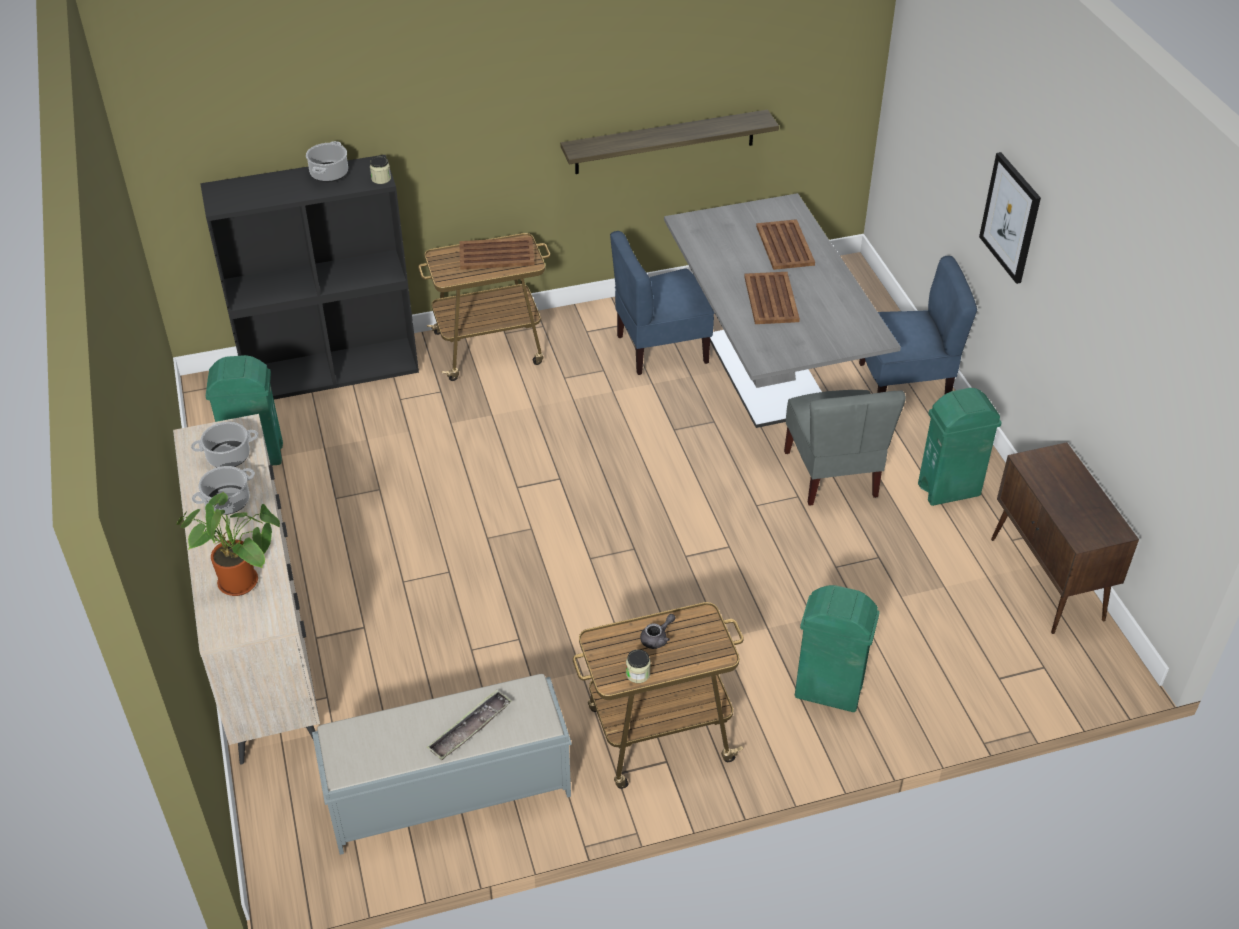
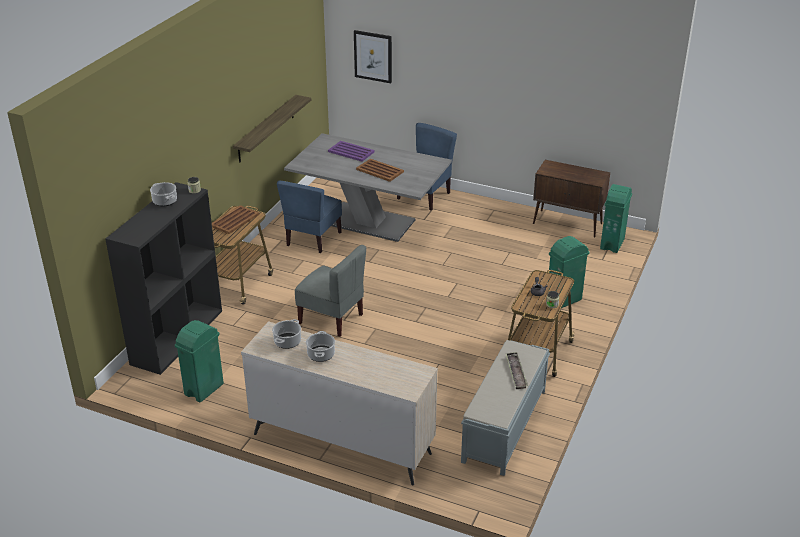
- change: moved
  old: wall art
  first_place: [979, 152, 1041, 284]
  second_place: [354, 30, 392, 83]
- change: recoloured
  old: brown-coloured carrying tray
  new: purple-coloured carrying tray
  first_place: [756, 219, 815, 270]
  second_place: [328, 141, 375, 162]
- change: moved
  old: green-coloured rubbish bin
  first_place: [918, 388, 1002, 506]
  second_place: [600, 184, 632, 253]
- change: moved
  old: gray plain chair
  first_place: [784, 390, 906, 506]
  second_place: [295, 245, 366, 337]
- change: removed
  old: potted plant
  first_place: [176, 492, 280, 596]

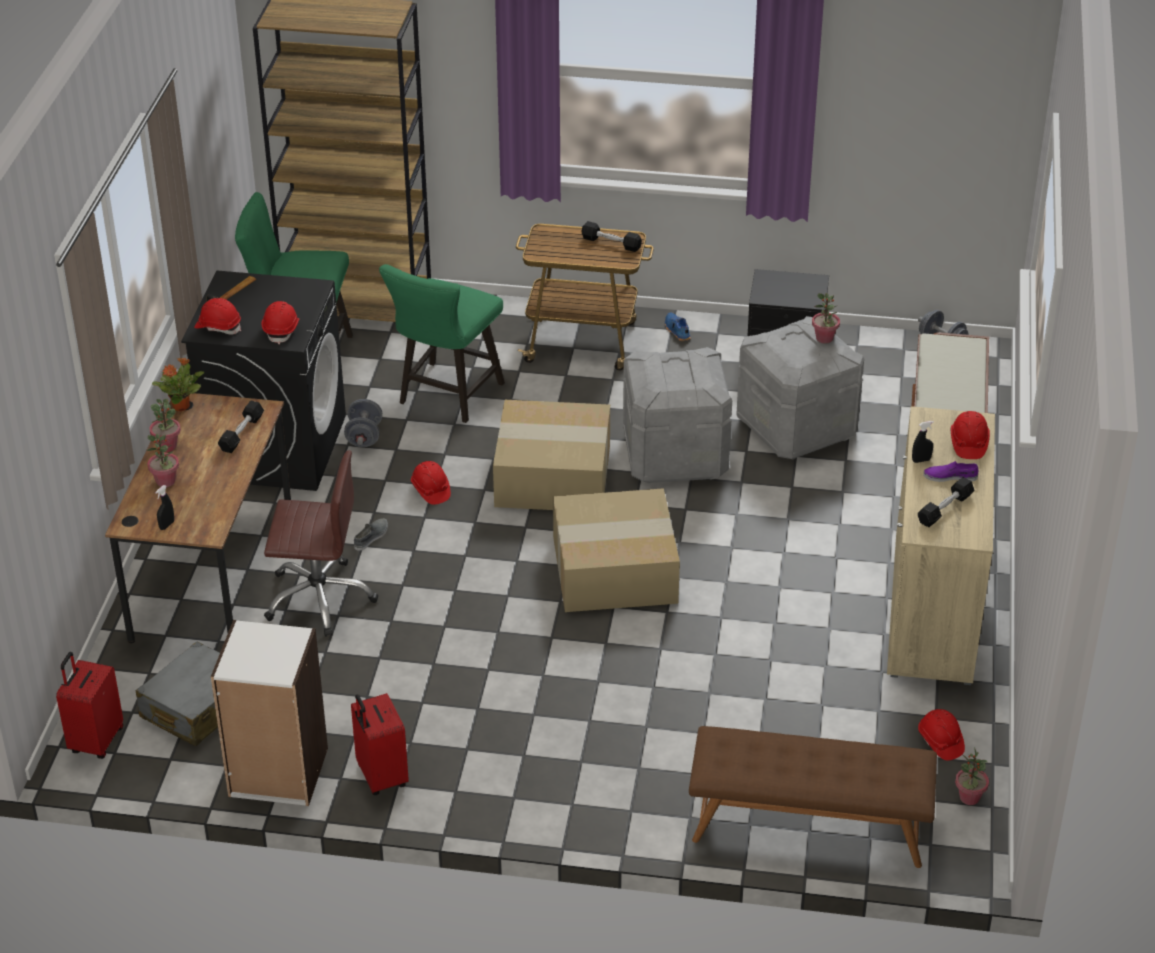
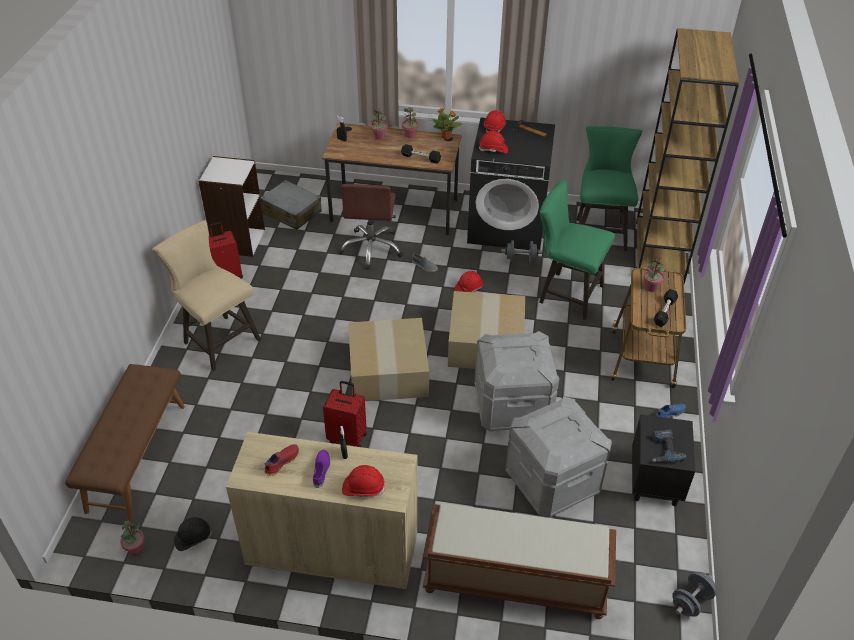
- change: moved
  old: potted plant
  first_place: [812, 293, 840, 343]
  second_place: [644, 256, 665, 292]
- change: replaced
  old: black dumbbell
  new: red-coloured shoe
  first_place: [918, 477, 975, 527]
  second_place: [265, 444, 299, 476]
- change: moved
  old: red-coloured travel case
  first_place: [56, 652, 123, 759]
  second_place: [323, 381, 367, 447]
- change: recoloured
  old: red-coloured hard hat
  new: black hard hat
  first_place: [918, 709, 965, 761]
  second_place: [174, 517, 212, 551]
- change: added
  new: sand-coloured stool seat
  second_place: [152, 220, 261, 371]
- change: added
  new: electric drill
  second_place: [652, 429, 687, 463]

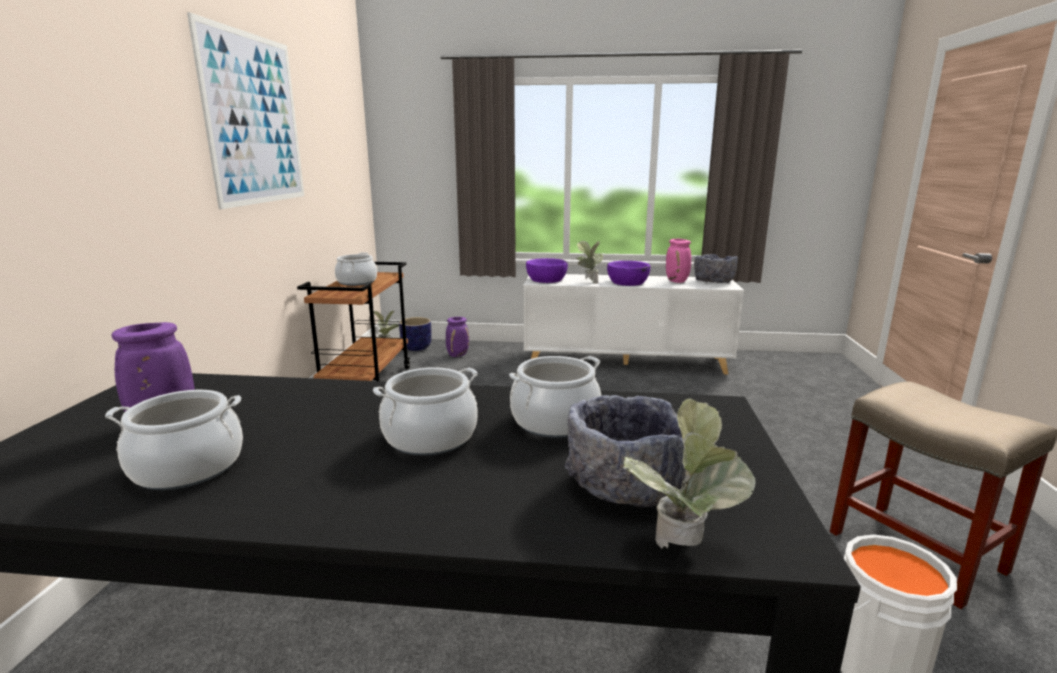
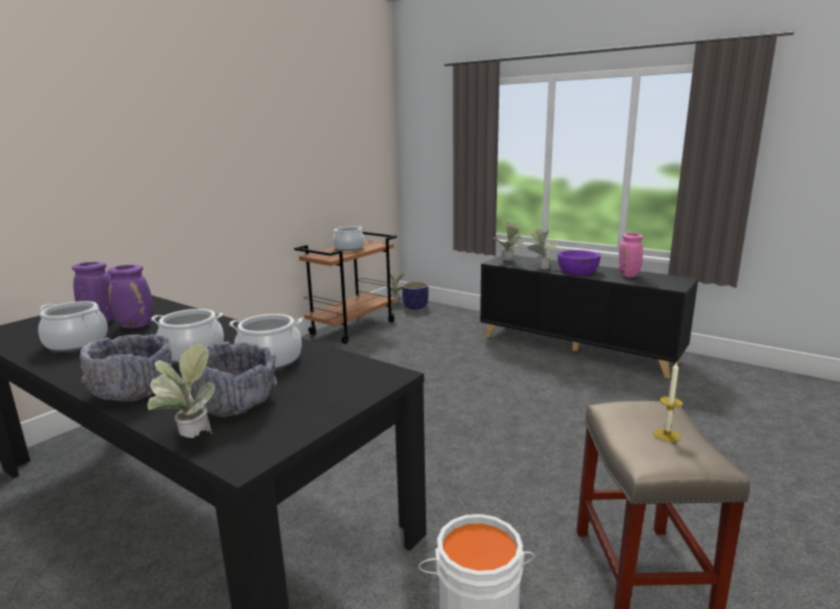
- change: removed
  old: wall art
  first_place: [187, 12, 304, 209]
- change: moved
  old: gray serving bowl
  first_place: [694, 254, 738, 283]
  second_place: [79, 334, 172, 402]
- change: replaced
  old: purple-coloured serving bowl
  new: potted plant
  first_place: [526, 258, 568, 283]
  second_place: [493, 222, 524, 260]
- change: recoloured
  old: whitish storage cabinet
  new: black storage cabinet
  first_place: [524, 274, 744, 374]
  second_place: [480, 255, 698, 379]
- change: moved
  old: purple-coloured flower vase
  first_place: [446, 317, 469, 357]
  second_place: [107, 265, 153, 328]
- change: added
  new: wax candle
  second_place: [653, 361, 683, 442]

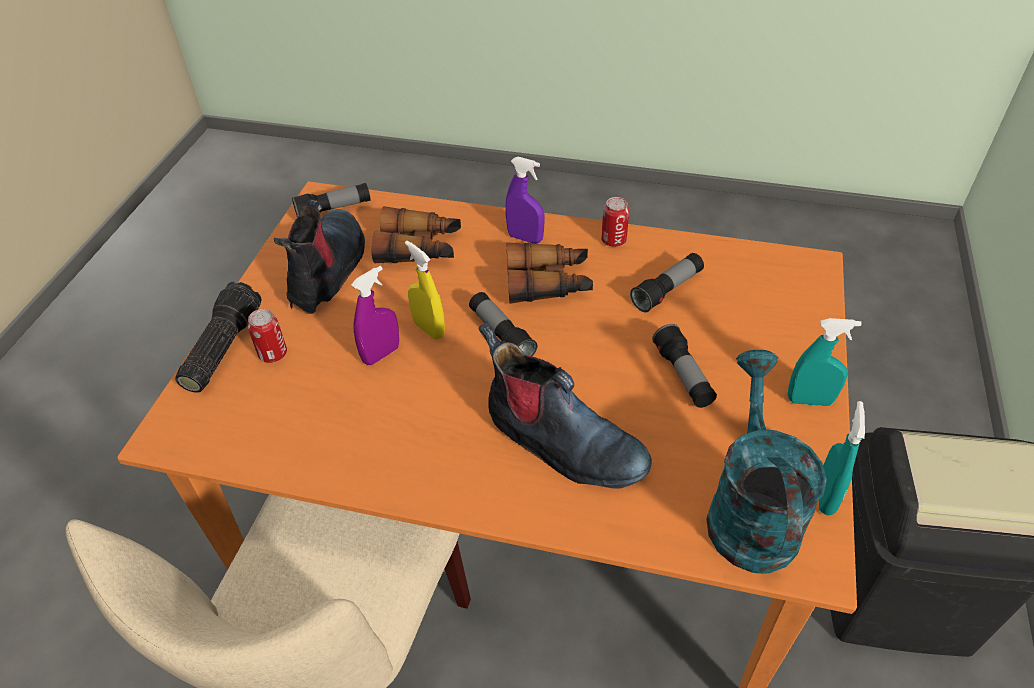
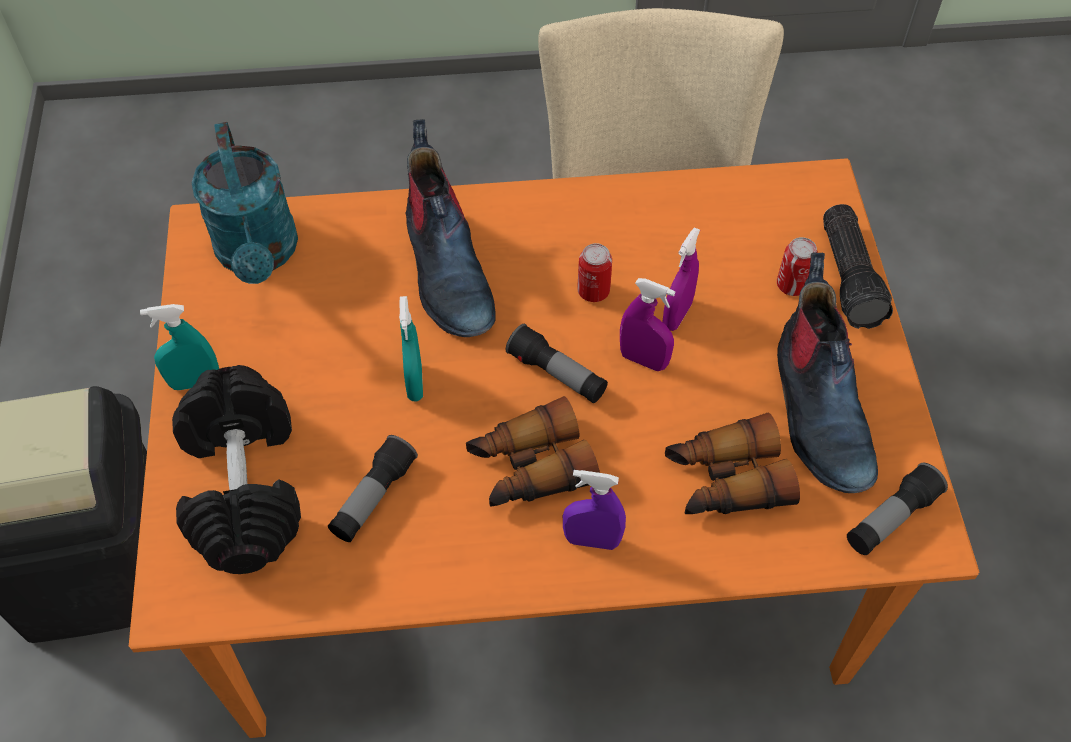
- change: moved
  old: sealed can
  first_place: [601, 197, 629, 247]
  second_place: [577, 243, 612, 302]
- change: recoloured
  old: yellow-coloured hand sprayer
  new: purple-coloured hand sprayer
  first_place: [405, 241, 445, 340]
  second_place: [620, 278, 675, 371]
- change: turned
  old: high-top boot
  first_place: [479, 321, 652, 489]
  second_place: [406, 119, 496, 337]
  degrees: -120
- change: removed
  old: hand torch
  first_place: [652, 324, 717, 408]
- change: moved
  old: turquoise hand sprayer
  first_place: [819, 401, 865, 515]
  second_place: [399, 296, 423, 401]
- change: added
  new: black dumbbell
  second_place: [172, 365, 301, 574]

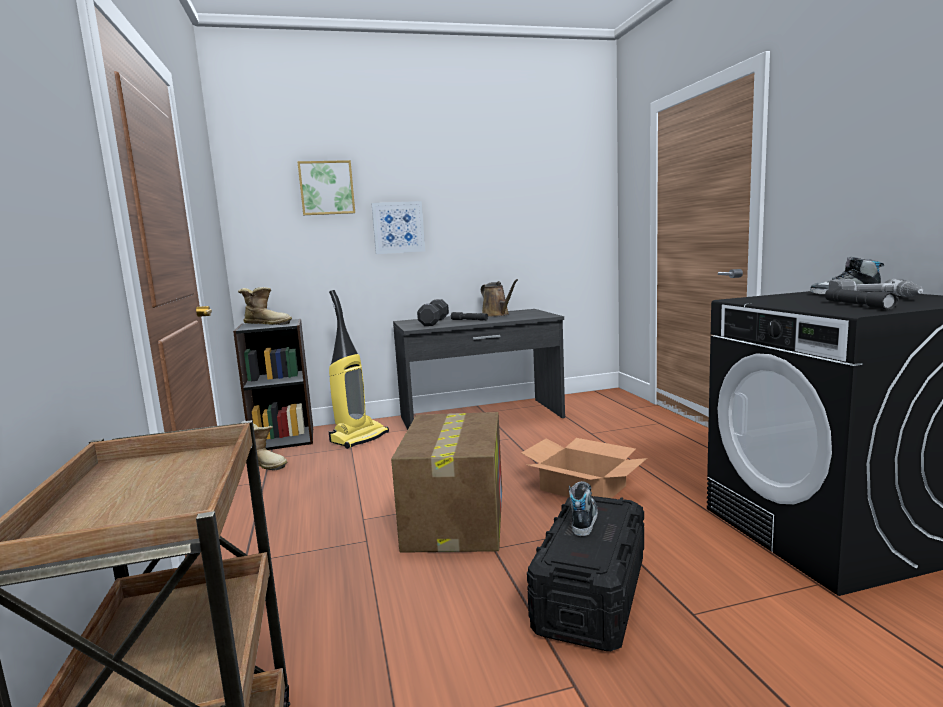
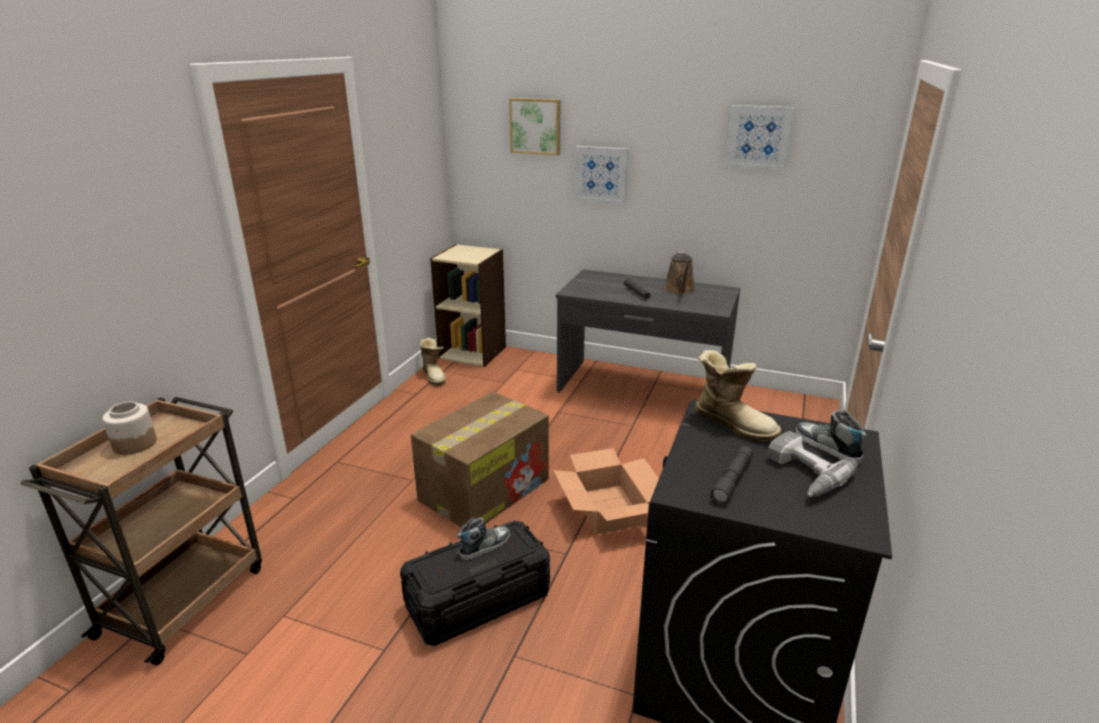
- change: moved
  old: high-top boot
  first_place: [238, 287, 292, 325]
  second_place: [695, 350, 781, 443]
- change: removed
  old: hoover
  first_place: [329, 290, 389, 449]
- change: removed
  old: black dumbbell
  first_place: [417, 299, 449, 326]
- change: recoloured
  old: black bookshelf
  new: sand-coloured bookshelf
  first_place: [233, 319, 313, 450]
  second_place: [430, 244, 506, 367]
- change: added
  new: wall art
  second_place: [726, 105, 794, 170]
- change: added
  new: preserve jar
  second_place: [103, 402, 157, 455]

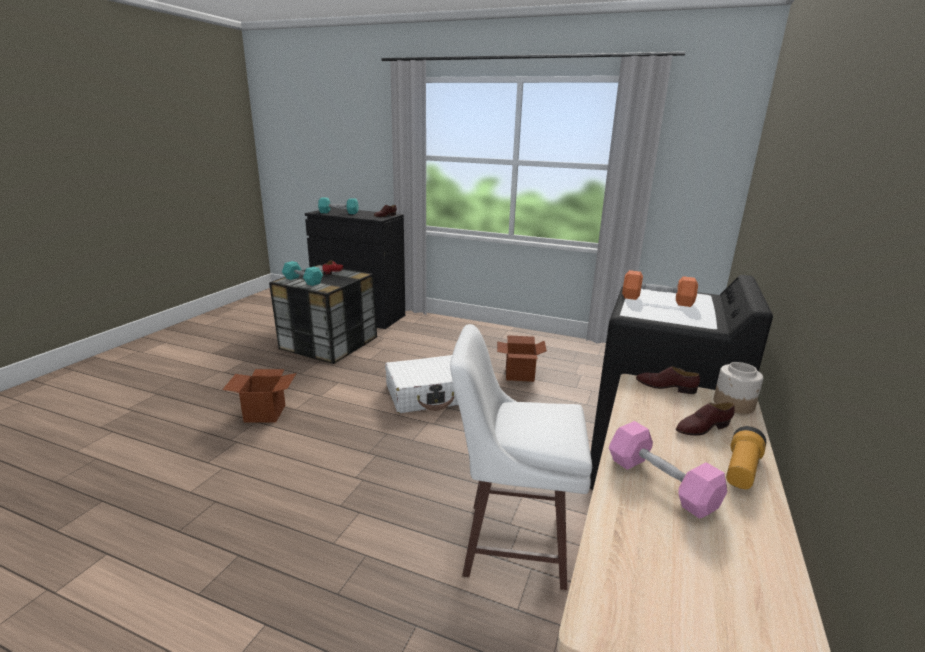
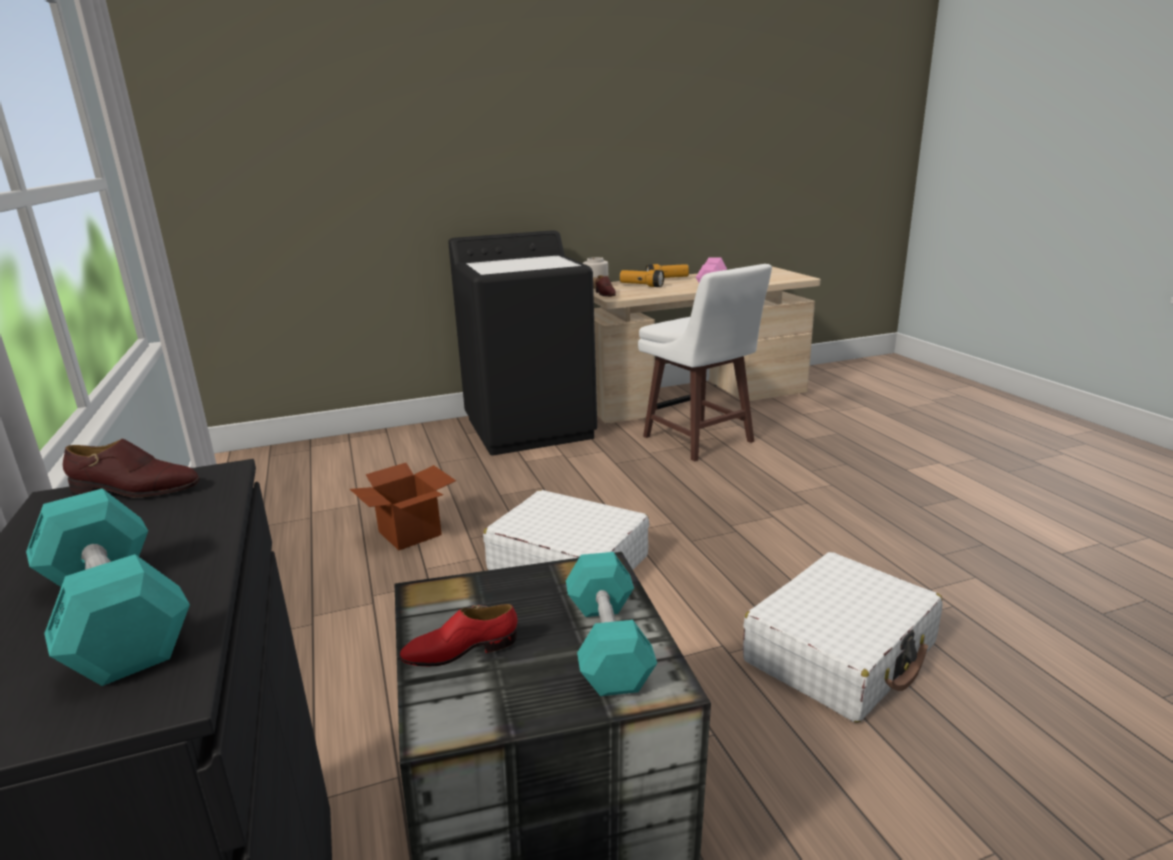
- change: removed
  old: orange-coloured dumbbell
  first_place: [622, 270, 698, 307]
- change: replaced
  old: packing box
  new: whitish travel case
  first_place: [222, 369, 296, 422]
  second_place: [743, 552, 943, 722]
- change: replaced
  old: brown-coloured shoe
  new: hand torch
  first_place: [676, 402, 735, 436]
  second_place: [620, 270, 664, 287]

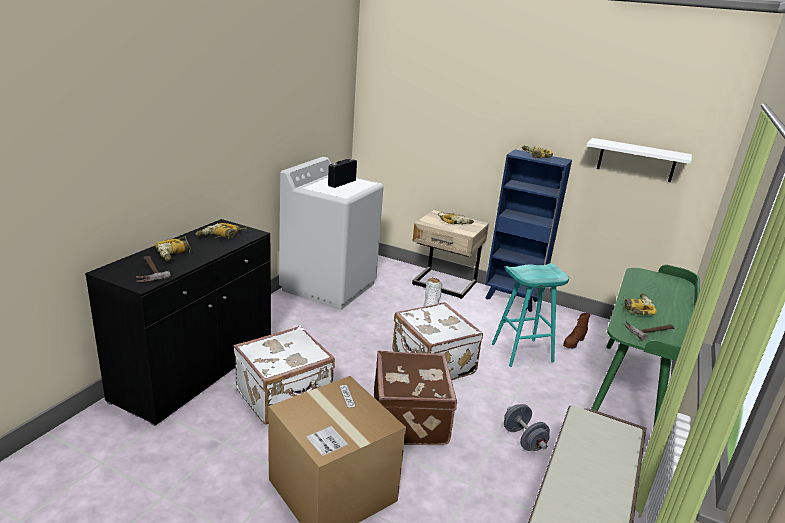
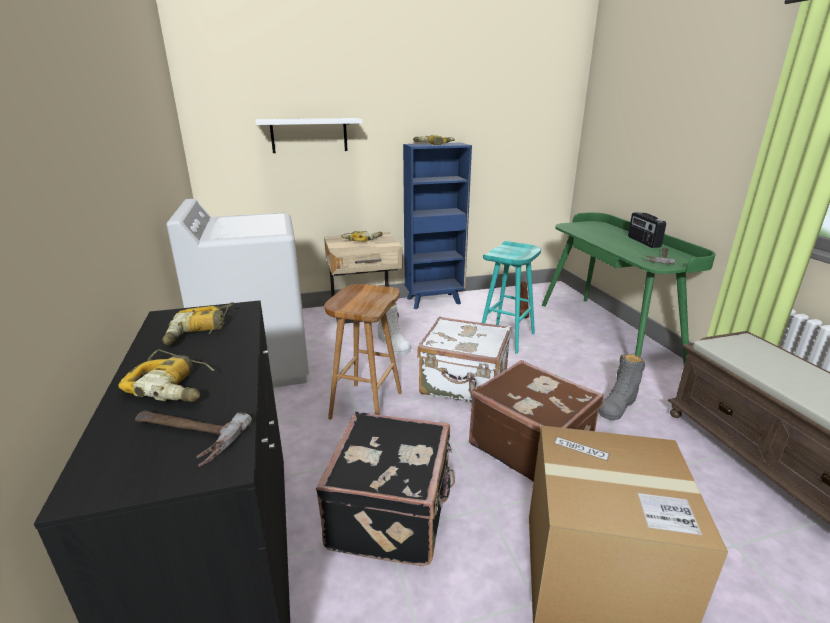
- change: moved
  old: whitish bracket shelf
  first_place: [587, 138, 692, 182]
  second_place: [255, 118, 363, 153]
- change: moved
  old: radio set
  first_place: [328, 159, 357, 188]
  second_place: [628, 212, 666, 248]
- change: removed
  old: electric drill
  first_place: [623, 293, 657, 315]
- change: recoloured
  old: whitish travel case
  new: black travel case
  first_place: [233, 326, 335, 424]
  second_place: [316, 412, 455, 566]
- change: replaced
  old: gray dumbbell
  new: gray high-top boot
  first_place: [504, 404, 550, 451]
  second_place: [598, 354, 645, 420]
- change: added
  new: brown-coloured stool seat
  second_place: [324, 284, 402, 420]

